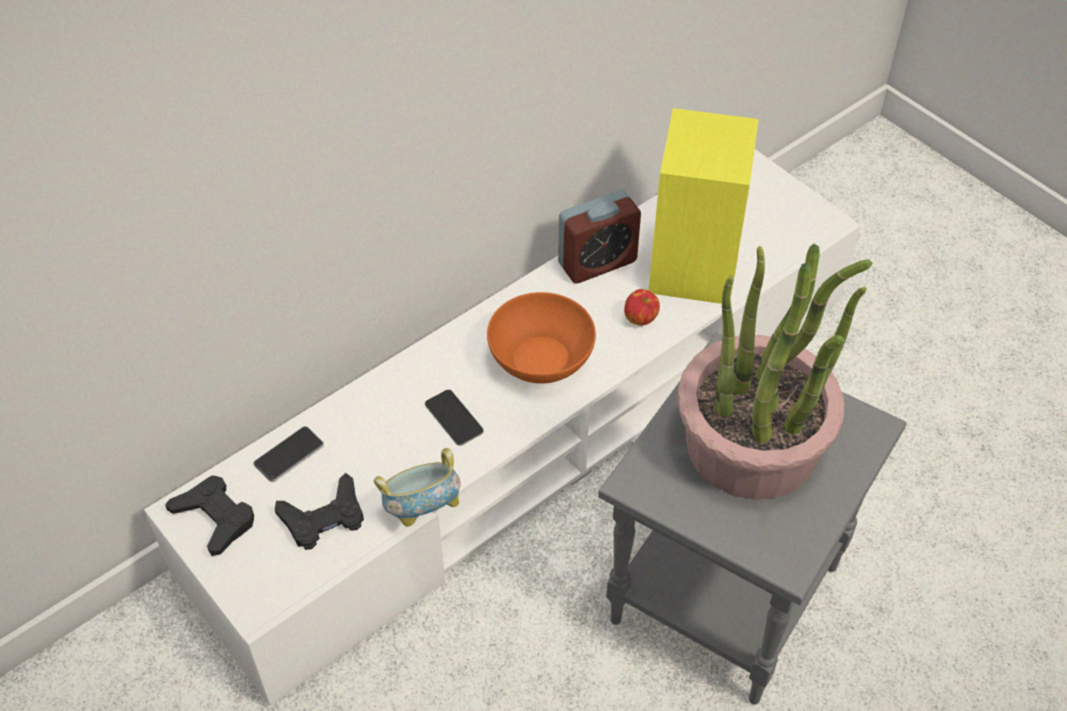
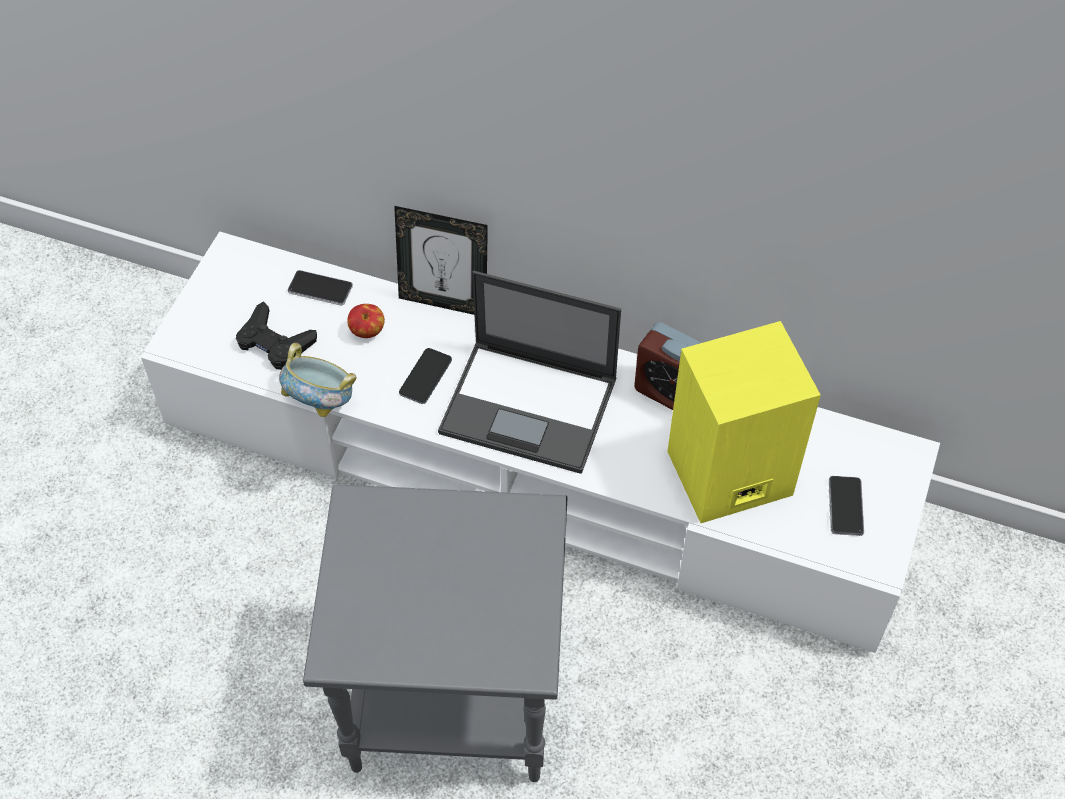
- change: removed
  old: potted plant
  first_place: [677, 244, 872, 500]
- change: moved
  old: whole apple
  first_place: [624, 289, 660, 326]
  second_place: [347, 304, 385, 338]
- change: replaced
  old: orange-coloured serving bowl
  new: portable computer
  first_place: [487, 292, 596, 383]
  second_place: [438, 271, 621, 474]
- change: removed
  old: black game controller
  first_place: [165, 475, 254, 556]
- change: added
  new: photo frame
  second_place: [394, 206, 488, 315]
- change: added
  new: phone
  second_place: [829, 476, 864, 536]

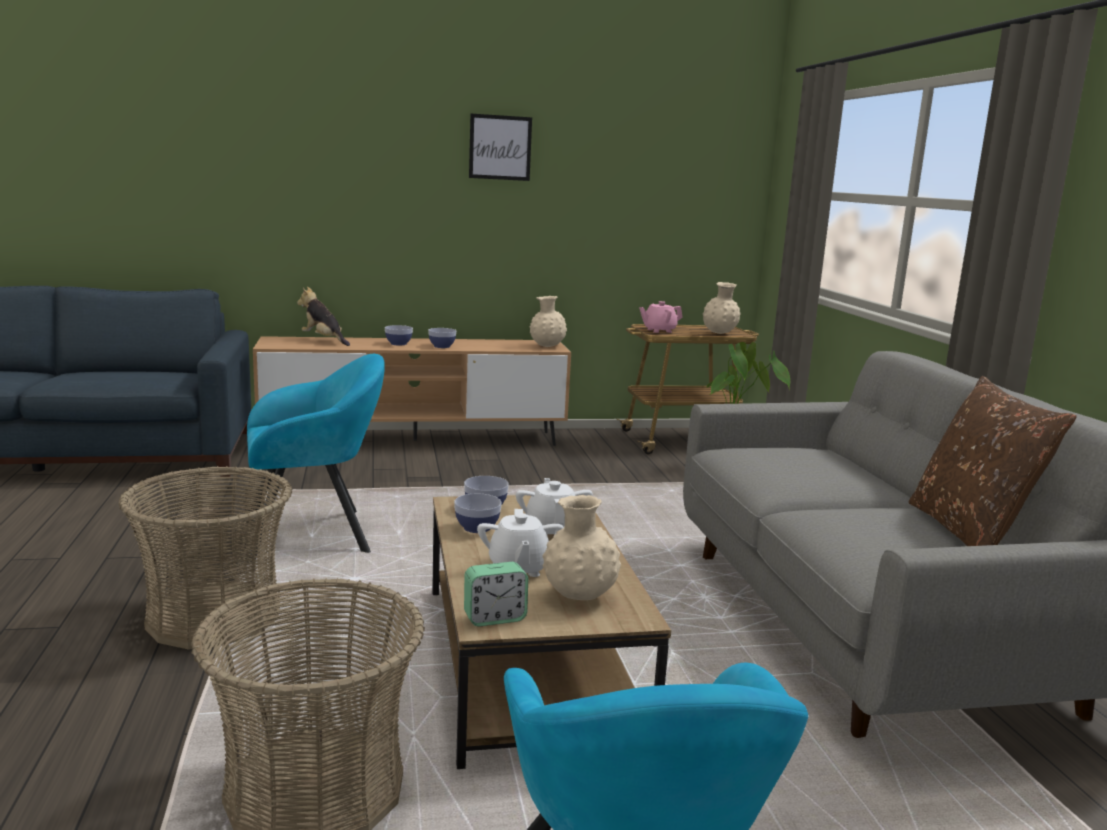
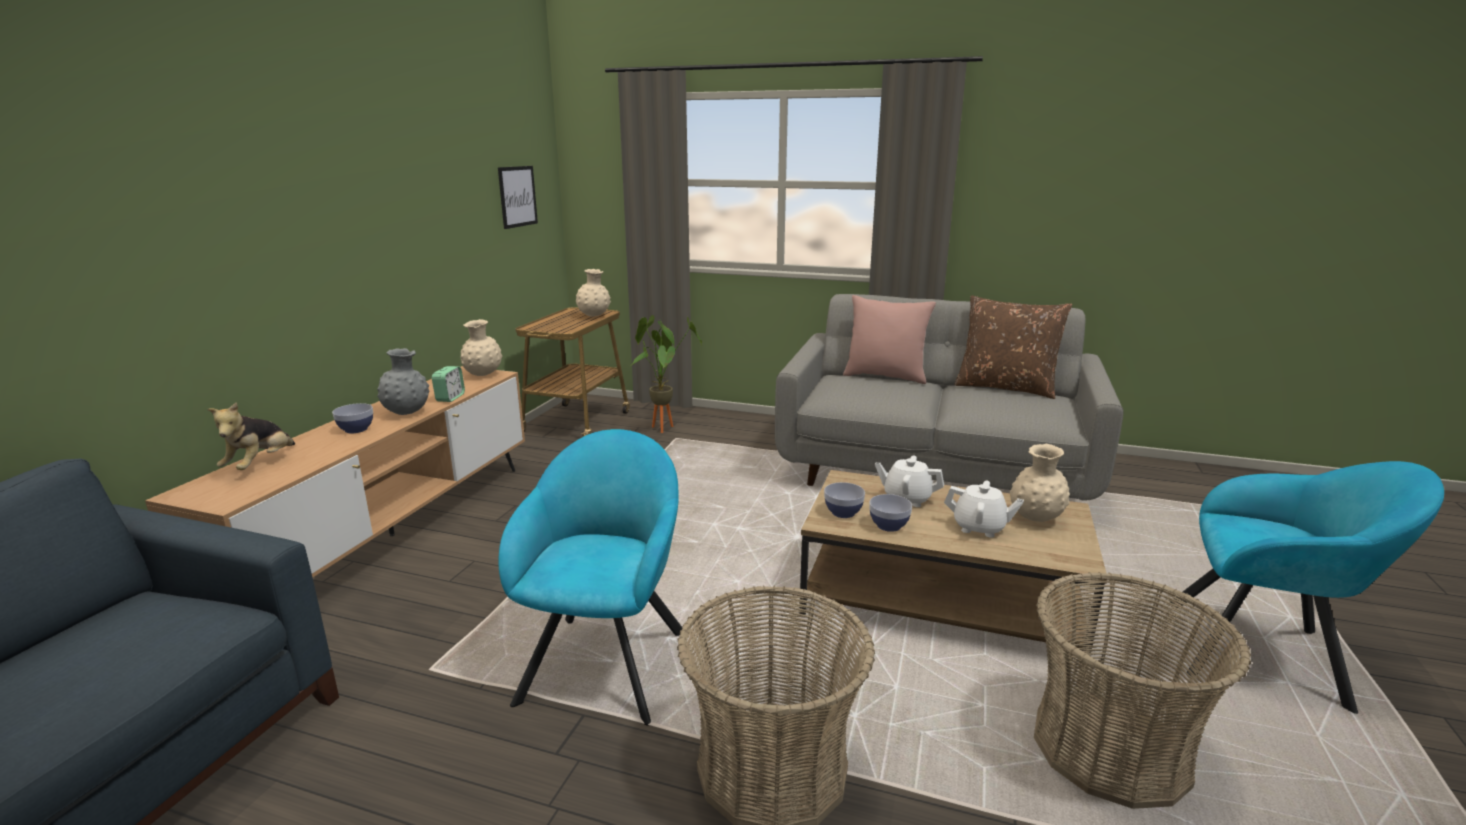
- change: moved
  old: wall art
  first_place: [469, 114, 532, 181]
  second_place: [498, 166, 538, 229]
- change: turned
  old: cuddly toy
  first_place: [297, 287, 350, 346]
  second_place: [207, 403, 295, 470]
  degrees: -60
- change: removed
  old: pink tea pot
  first_place: [639, 301, 683, 333]
- change: replaced
  old: serving bowl
  new: gray flower vase
  first_place: [428, 328, 456, 348]
  second_place: [377, 348, 429, 415]
- change: moved
  old: alarm clock
  first_place: [464, 562, 528, 627]
  second_place: [432, 366, 465, 402]
- change: added
  new: pink pillow
  second_place: [843, 295, 936, 384]

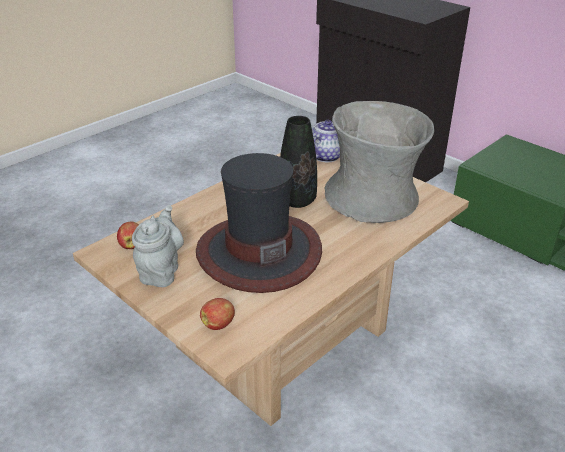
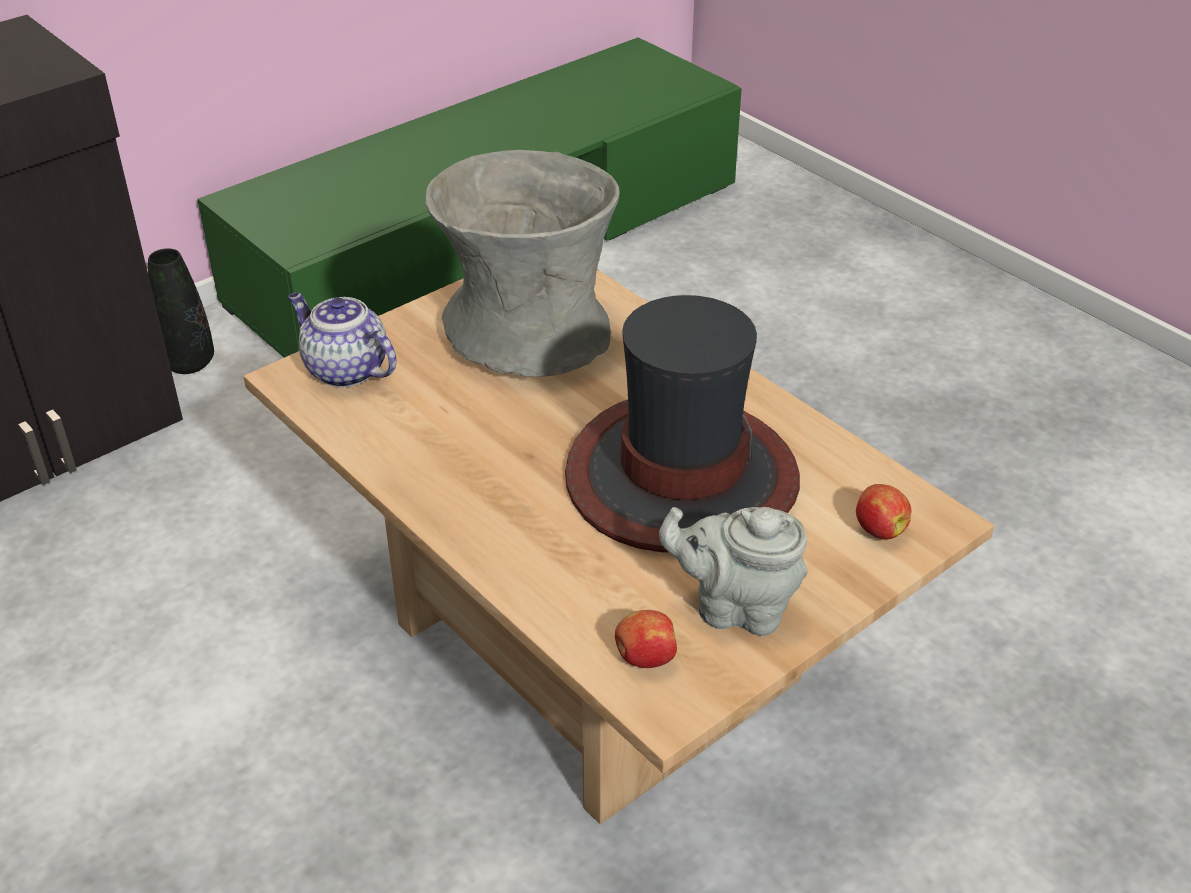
- change: moved
  old: black flower vase
  first_place: [280, 116, 317, 208]
  second_place: [148, 248, 214, 374]

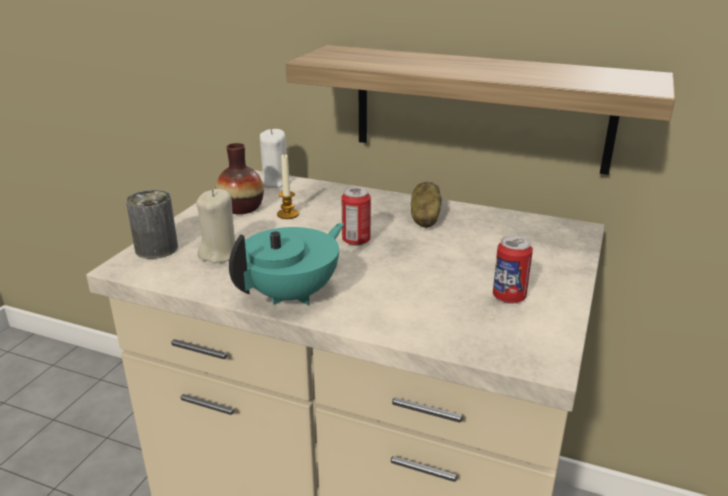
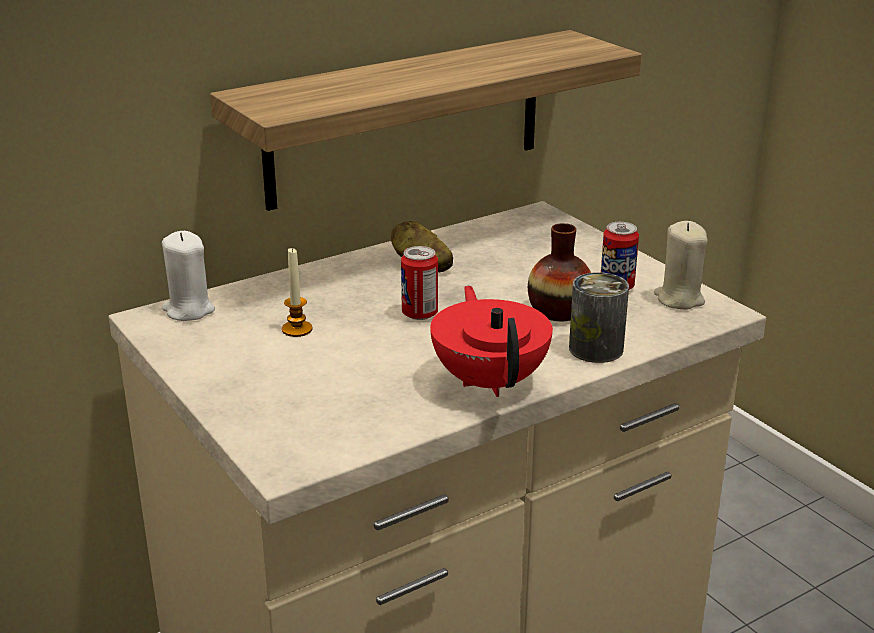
- change: moved
  old: flower vase
  first_place: [216, 143, 264, 214]
  second_place: [528, 223, 591, 321]
- change: moved
  old: sand-coloured wax candle
  first_place: [196, 189, 236, 263]
  second_place: [654, 221, 708, 310]
- change: moved
  old: sealed can
  first_place: [126, 190, 178, 259]
  second_place: [569, 272, 629, 363]
- change: recoloured
  old: turquoise tea pot
  new: red-coloured tea pot
  first_place: [229, 223, 344, 305]
  second_place: [430, 286, 553, 397]

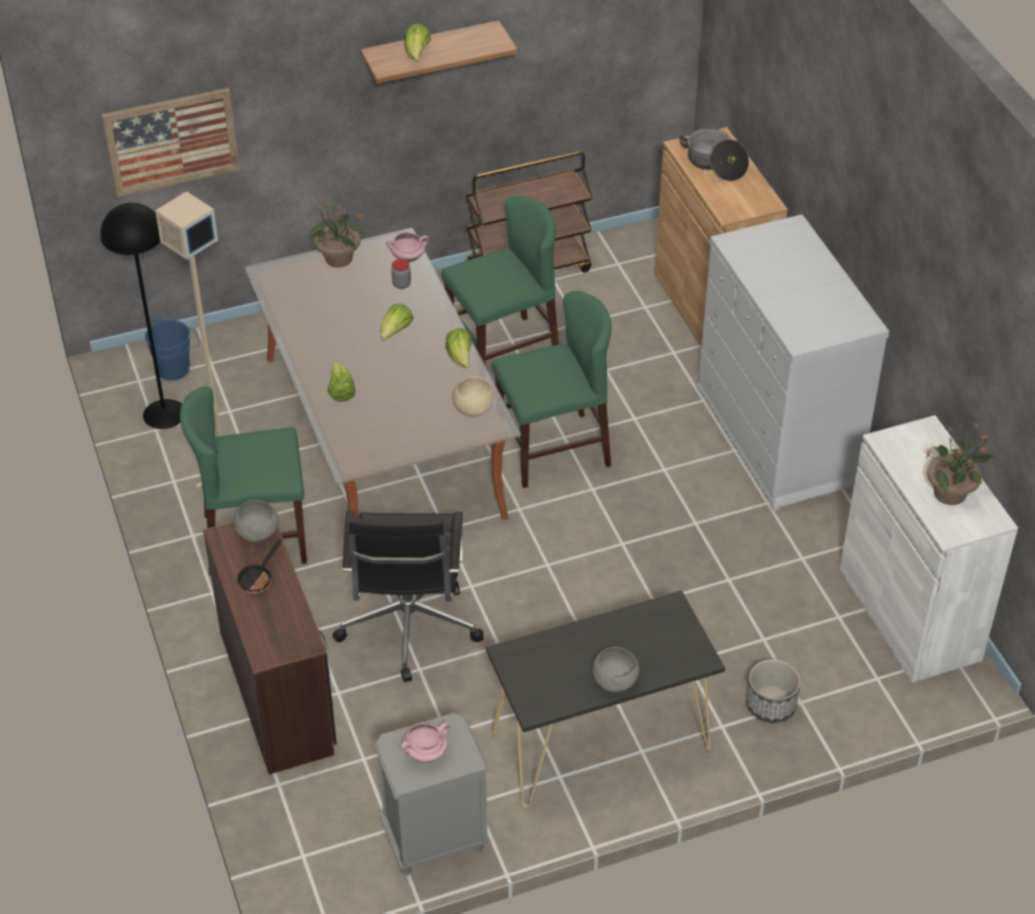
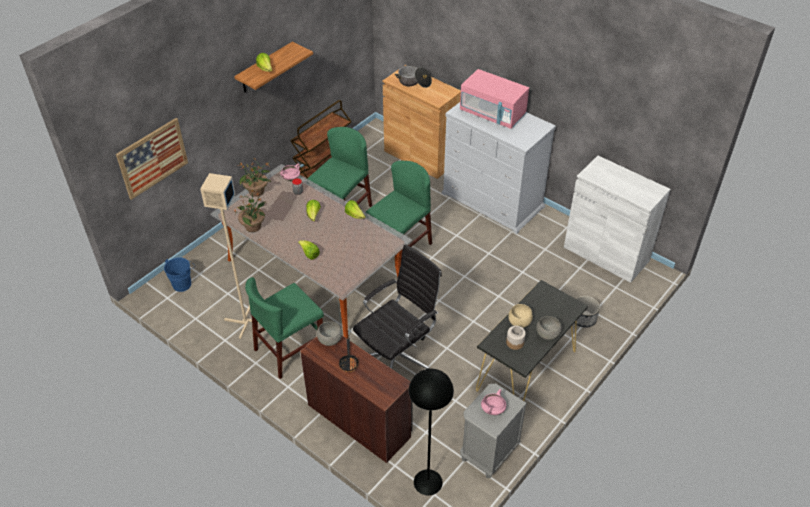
- change: moved
  old: black standard lamp
  first_place: [100, 203, 182, 429]
  second_place: [409, 369, 454, 495]
- change: moved
  old: sand-coloured serving bowl
  first_place: [453, 377, 494, 416]
  second_place: [508, 304, 533, 328]
- change: moved
  old: potted plant
  first_place: [924, 422, 995, 505]
  second_place: [234, 189, 266, 232]
- change: turned
  old: black desk chair
  first_place: [332, 511, 484, 682]
  second_place: [353, 244, 442, 369]
  degrees: -105
- change: added
  new: pink microwave oven
  second_place: [460, 69, 529, 129]
- change: added
  new: preserve jar
  second_place: [506, 326, 526, 350]

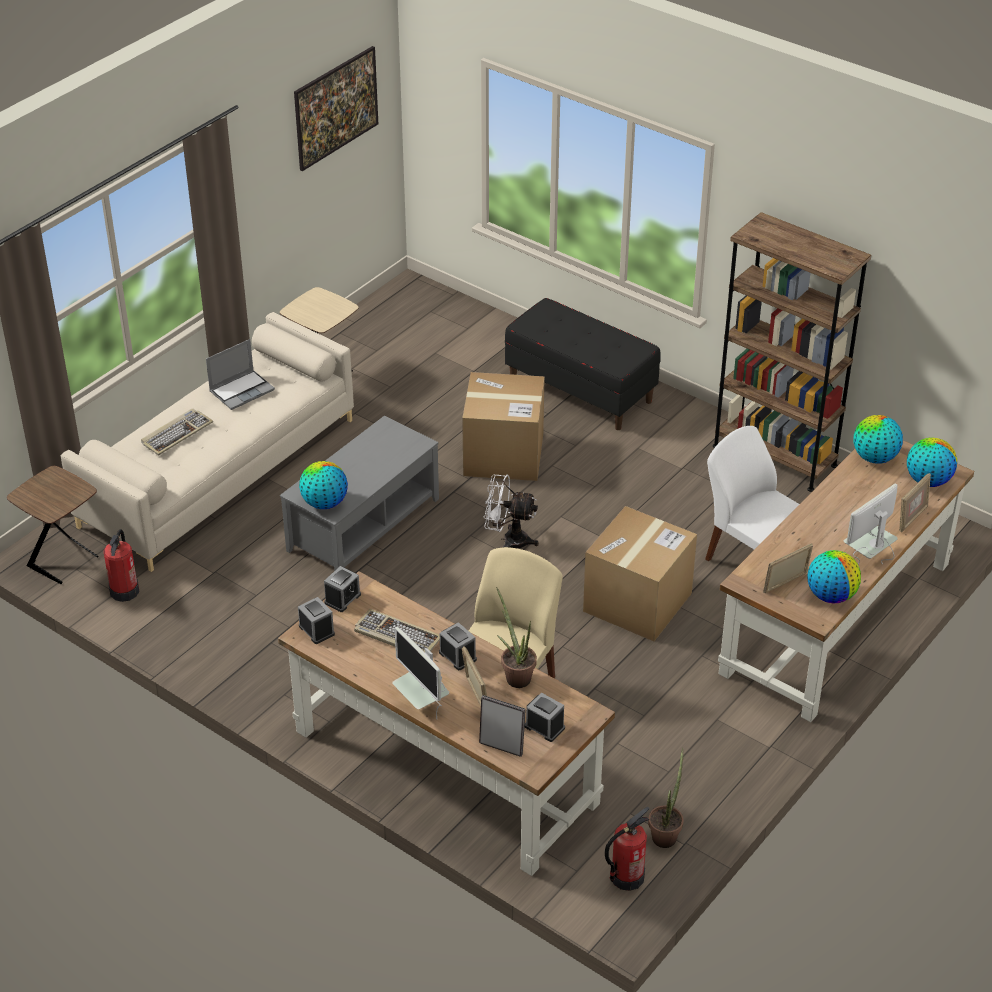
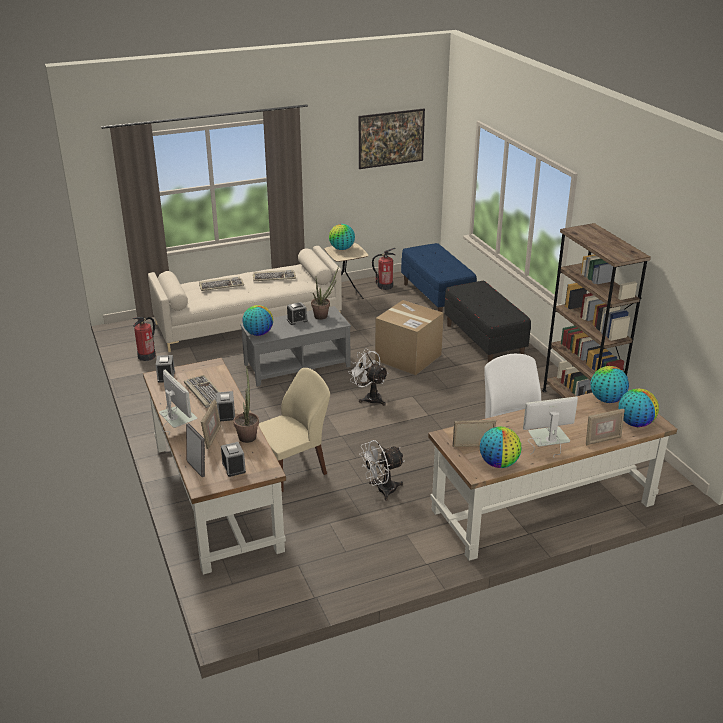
- change: replaced
  old: portable computer
  new: PC keyboard
  first_place: [206, 339, 275, 410]
  second_place: [253, 270, 296, 281]
- change: removed
  old: brown-coloured side table
  first_place: [7, 466, 99, 584]
- change: removed
  old: packing box
  first_place: [583, 506, 697, 641]
- change: moved
  old: alarm clock
  first_place: [324, 566, 361, 612]
  second_place: [287, 302, 308, 325]
- change: turned
  old: monitor
  first_place: [392, 627, 449, 720]
  second_place: [159, 370, 197, 434]
  degrees: 150
- change: moved
  old: potted plant
  first_place: [648, 748, 684, 848]
  second_place: [311, 266, 339, 320]
- change: moved
  old: extinguisher
  first_place: [605, 807, 650, 891]
  second_place: [372, 248, 396, 290]
- change: added
  new: world globe
  second_place: [329, 224, 355, 250]
- change: added
  new: bluish bench
  second_place: [401, 243, 477, 312]
- change: added
  new: whitish cooling fan
  second_place: [359, 440, 404, 501]

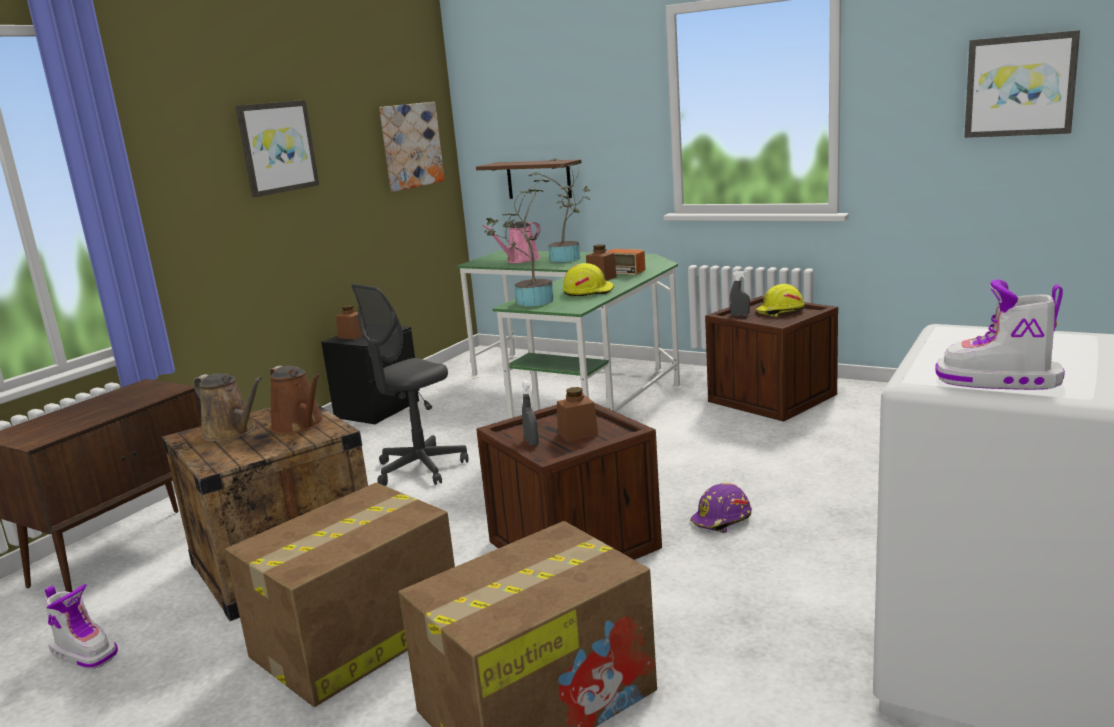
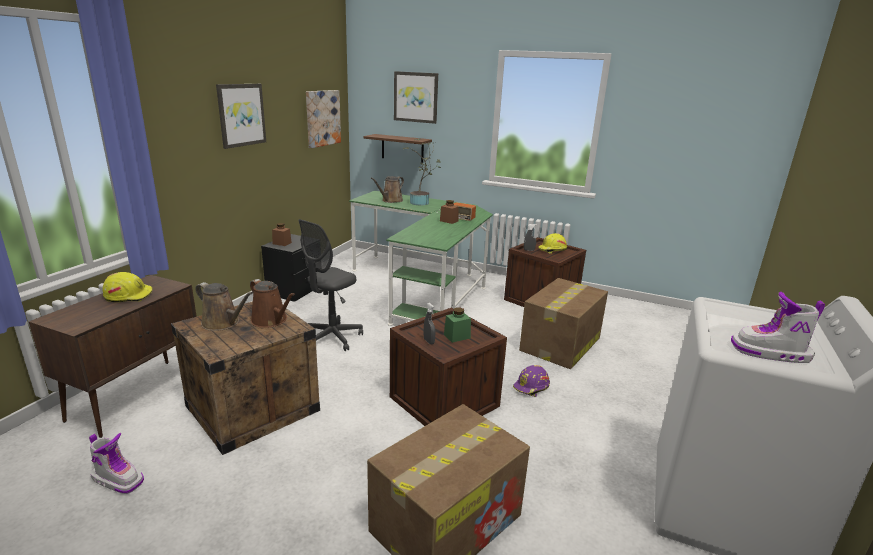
- change: moved
  old: wall art
  first_place: [964, 30, 1080, 138]
  second_place: [394, 71, 438, 124]
- change: removed
  old: potted plant
  first_place: [484, 180, 554, 306]
- change: recoloured
  old: pink sprinkling can
  new: brown-coloured sprinkling can
  first_place: [483, 221, 541, 263]
  second_place: [371, 176, 404, 203]
- change: moved
  old: yellow-coloured hard hat
  first_place: [563, 263, 614, 296]
  second_place: [102, 272, 152, 302]
- change: recoloured
  old: brown-coloured preserve jar
  new: green-coloured preserve jar
  first_place: [557, 387, 598, 442]
  second_place: [444, 307, 471, 343]
- change: moved
  old: packing box
  first_place: [225, 483, 455, 707]
  second_place: [519, 278, 608, 369]

